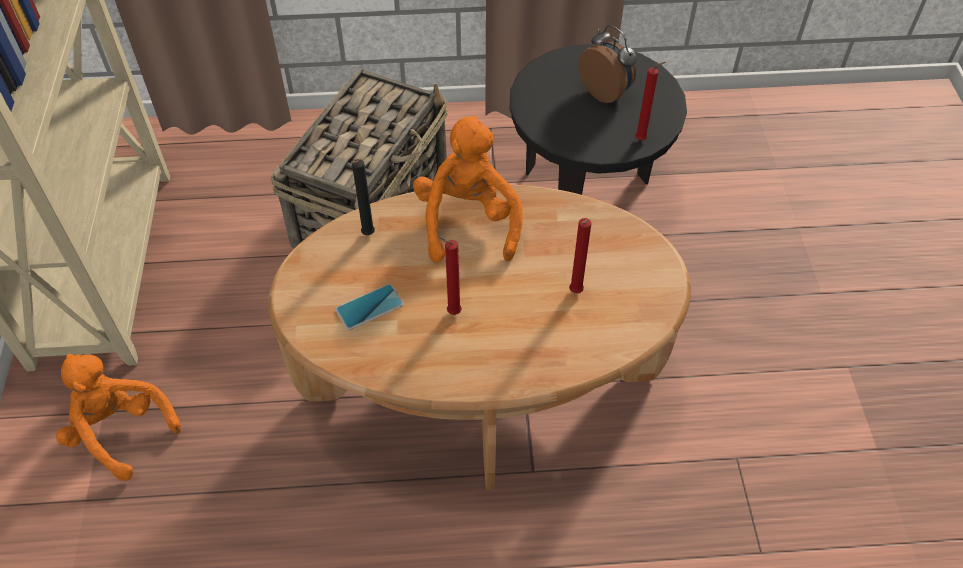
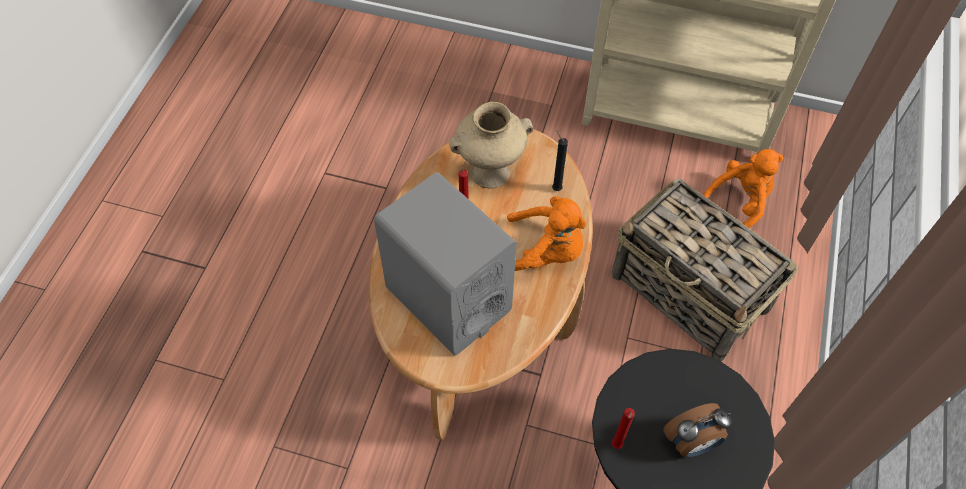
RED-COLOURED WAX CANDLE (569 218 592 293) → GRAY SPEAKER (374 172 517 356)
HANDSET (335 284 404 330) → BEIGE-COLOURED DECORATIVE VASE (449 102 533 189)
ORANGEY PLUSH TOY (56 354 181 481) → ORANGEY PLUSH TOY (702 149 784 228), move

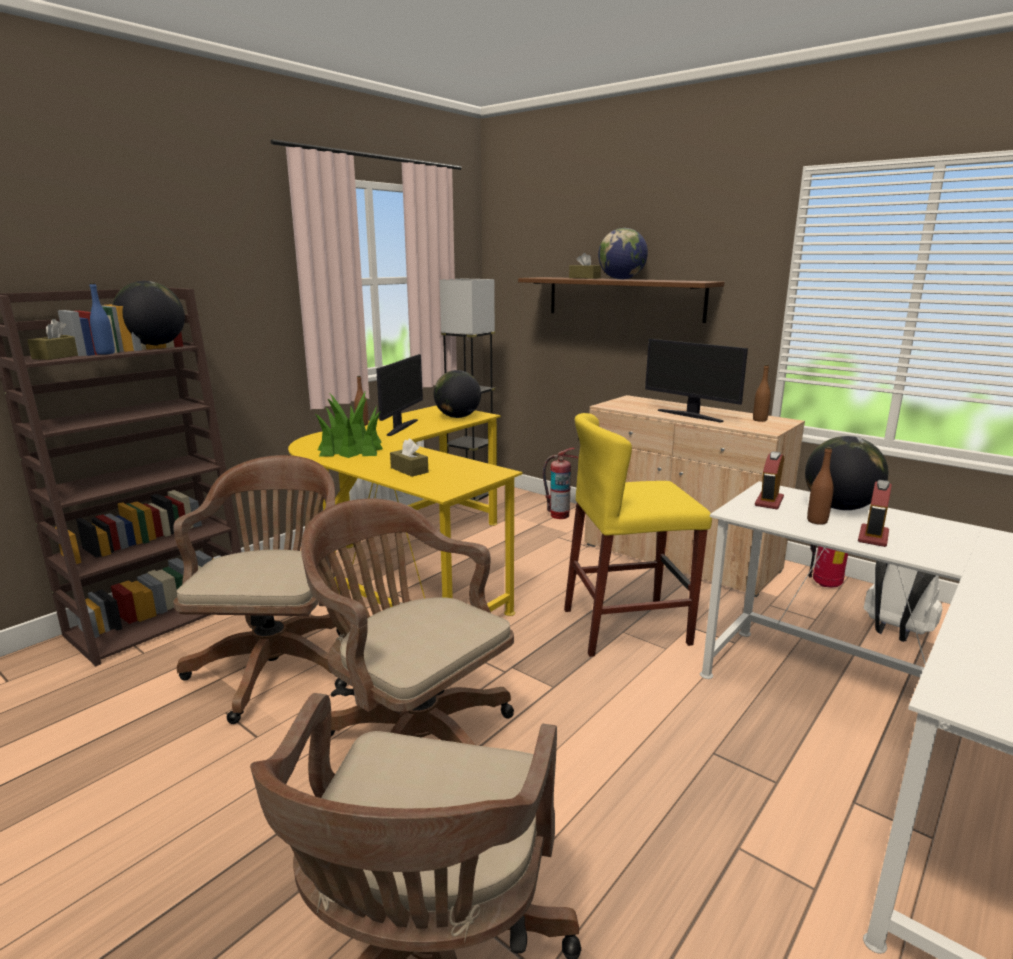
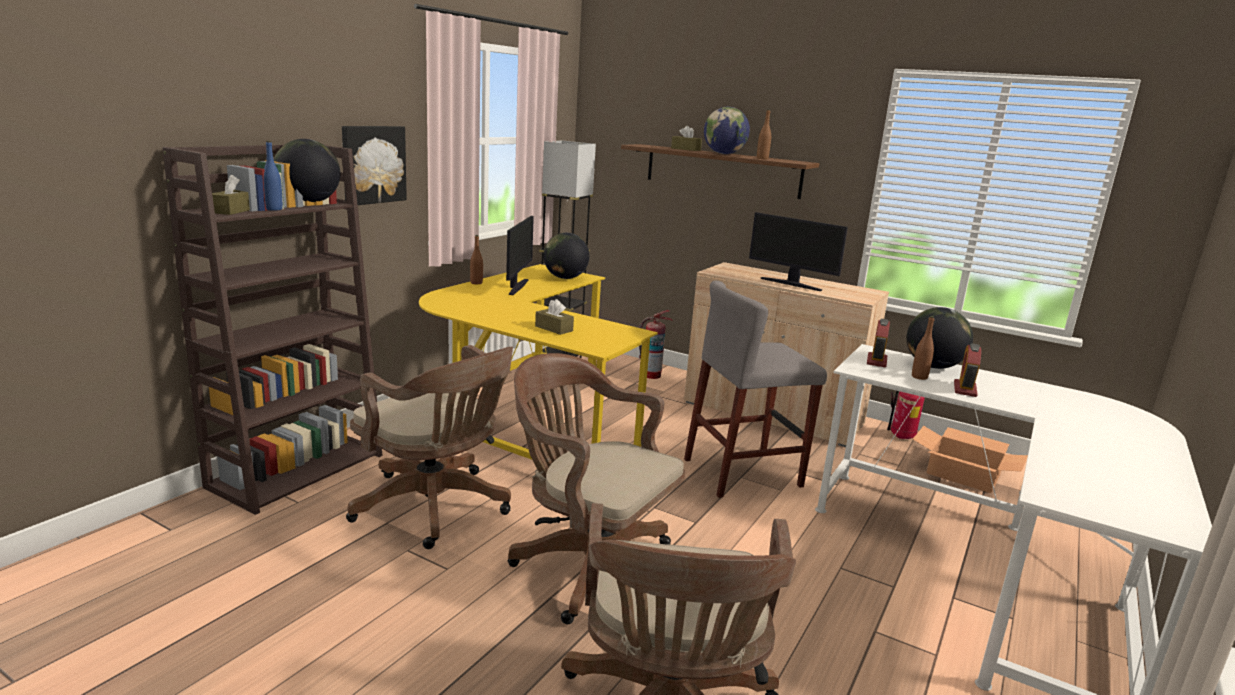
BROWN-COLOURED BEVERAGE BOTTLE (753 364 771 422) → BROWN-COLOURED BEVERAGE BOTTLE (757 110 771 159), move
HOUSEPLANT (314 390 383 458) → -
YELLOWISH STOOL SEAT (564 413 712 657) → GRAY STOOL SEAT (684 281 827 498)
BROWN-COLOURED OFFICE CHAIR (173 455 347 724) → BROWN-COLOURED OFFICE CHAIR (346 345 513 549), 135 degrees clockwise
WHITISH KNAPSACK (864 561 943 642) → CARTON (913 426 1028 493)
- → WALL ART (342 126 407 205)

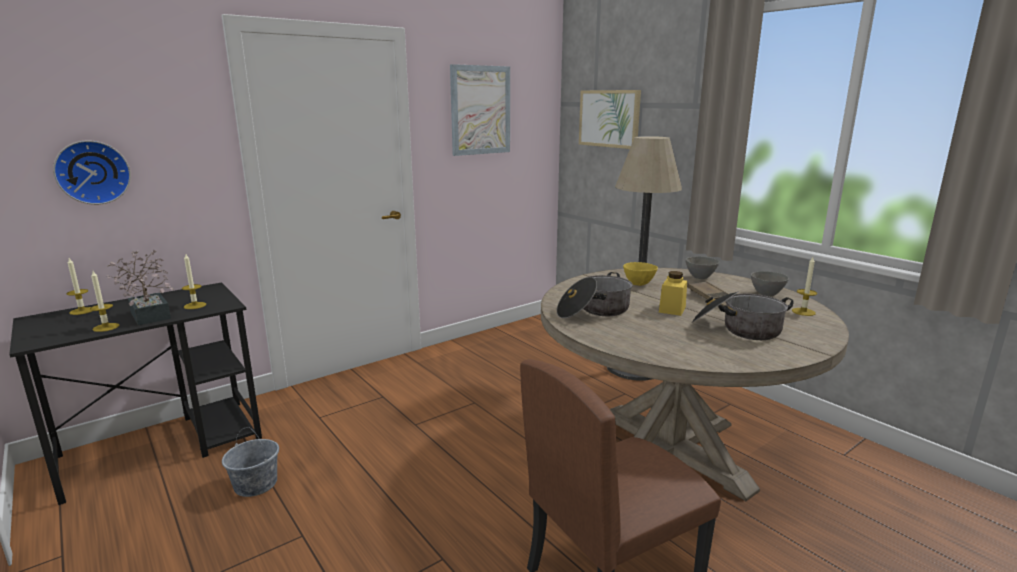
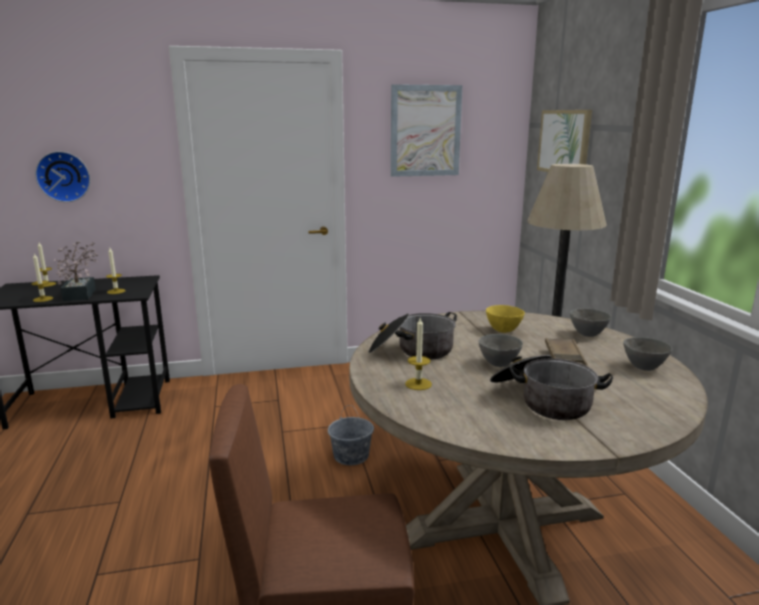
WAX CANDLE (792 257 817 316) → WAX CANDLE (405 318 432 390), move
YELLOWISH STORAGE JAR (659 271 687 316) → GRAY BOWL (479 334 523 367)
GRAY PAIL (222 427 279 497) → GRAY PAIL (328 405 374 465), move

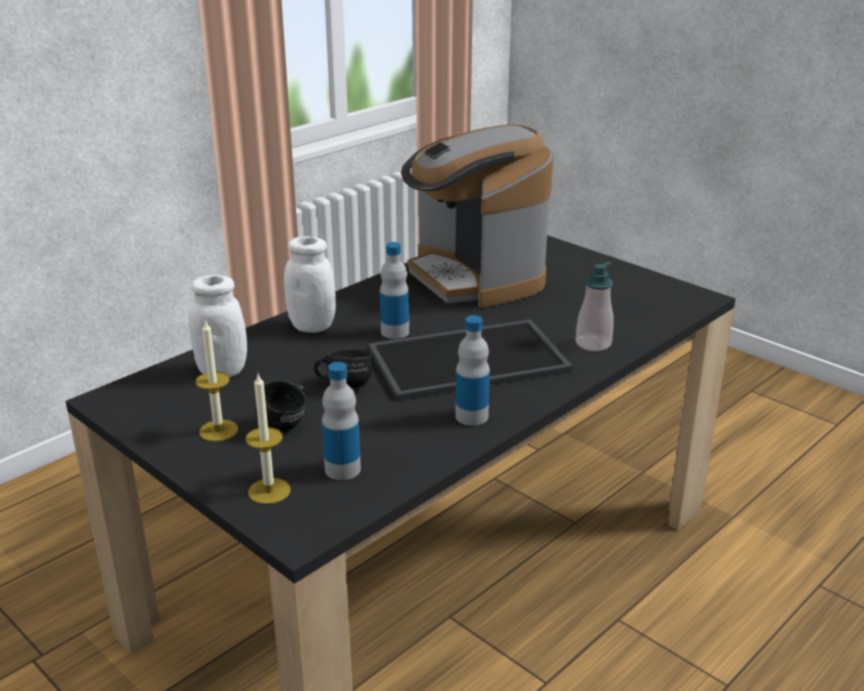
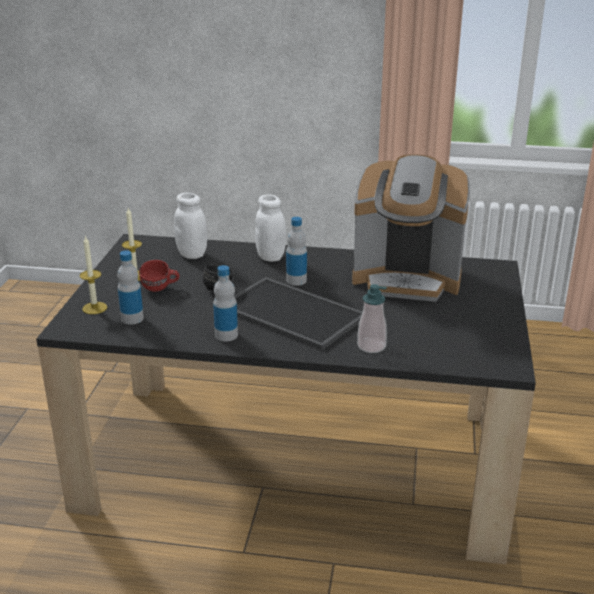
COFFEE BREWER (401 125 553 308) → COFFEE BREWER (352 154 470 302), 105 degrees counterclockwise
BLACKISH TEA MUG (255 380 307 432) → RED-COLOURED TEA MUG (139 260 179 292)

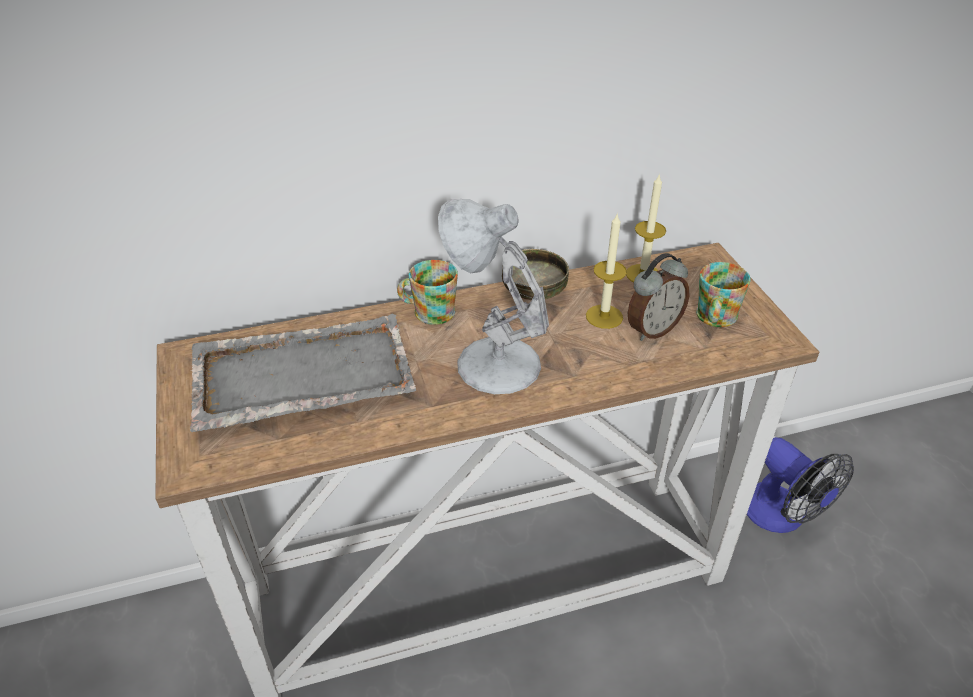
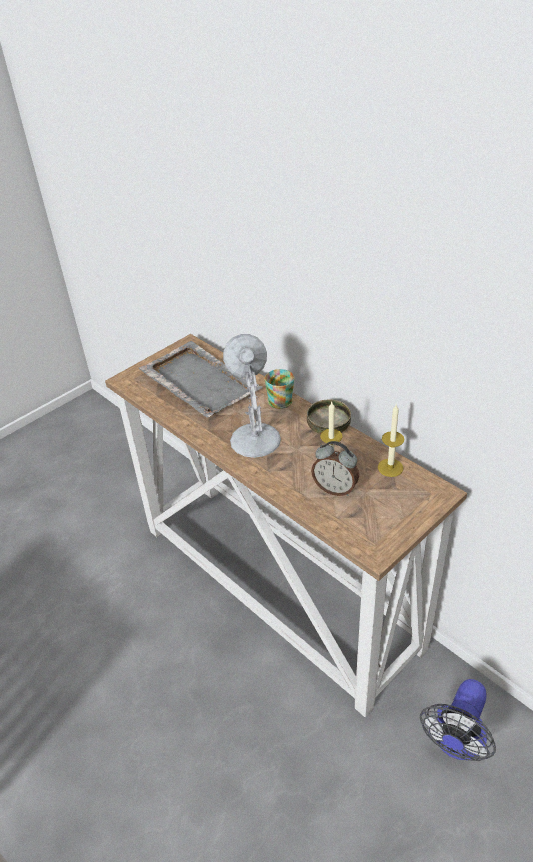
TEA MUG (696 262 751 327) → -

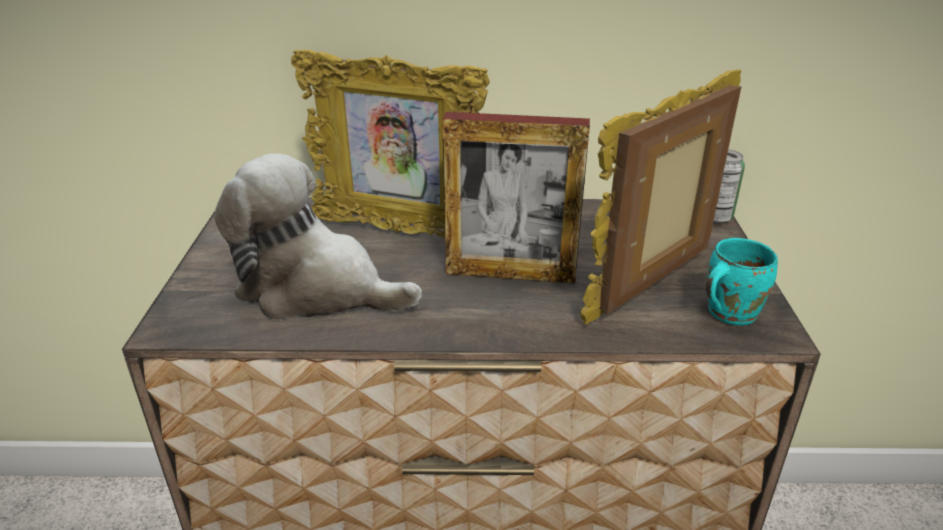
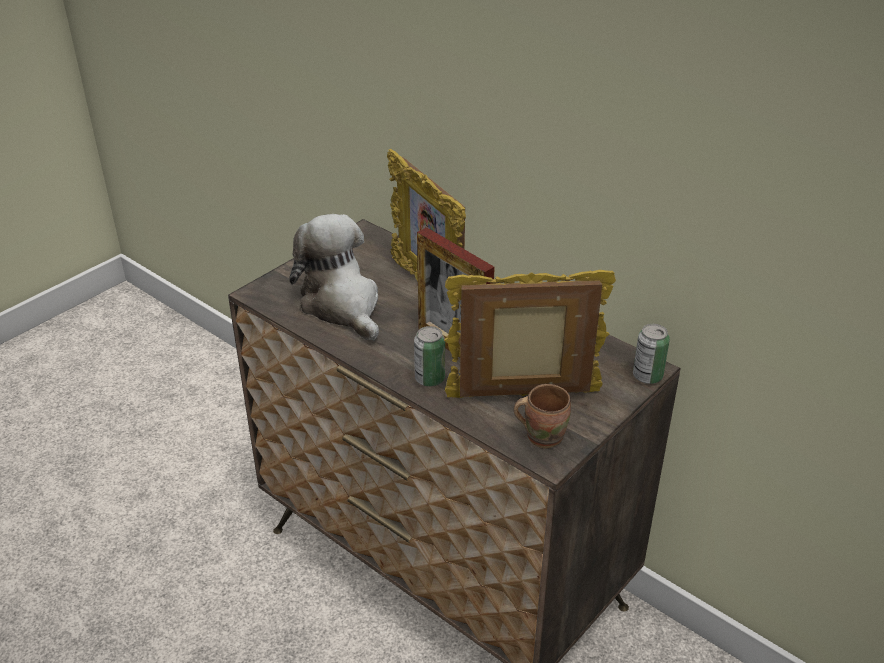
TURQUOISE-COLOURED TEA MUG (706 238 778 326) → BROWN-COLOURED TEA MUG (514 384 571 449)
- → CAN (414 326 445 387)

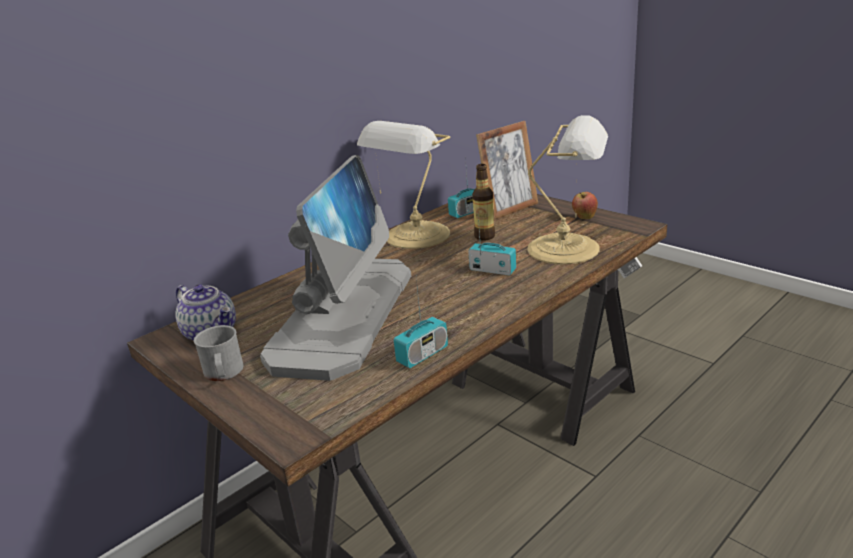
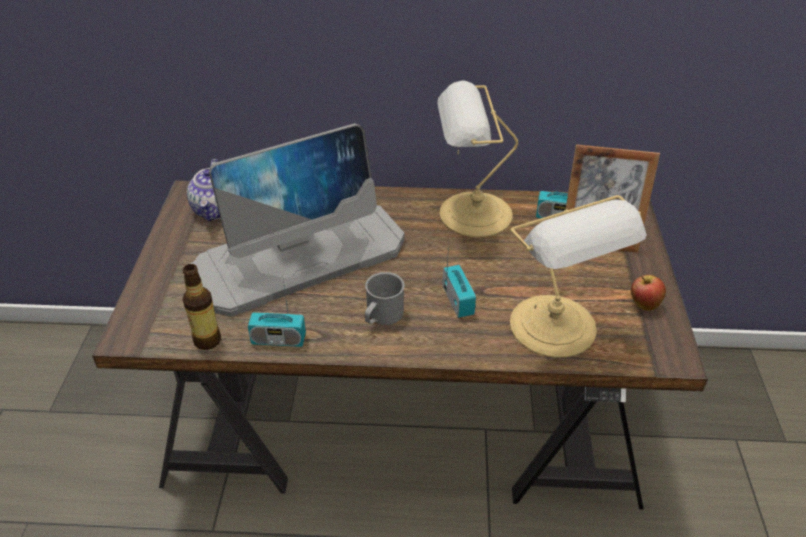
BEVERAGE BOTTLE (472 164 495 241) → BEVERAGE BOTTLE (183 264 221 350), move
GRAY TEA MUG (194 325 243 381) → GRAY TEA MUG (365 272 404 325), move

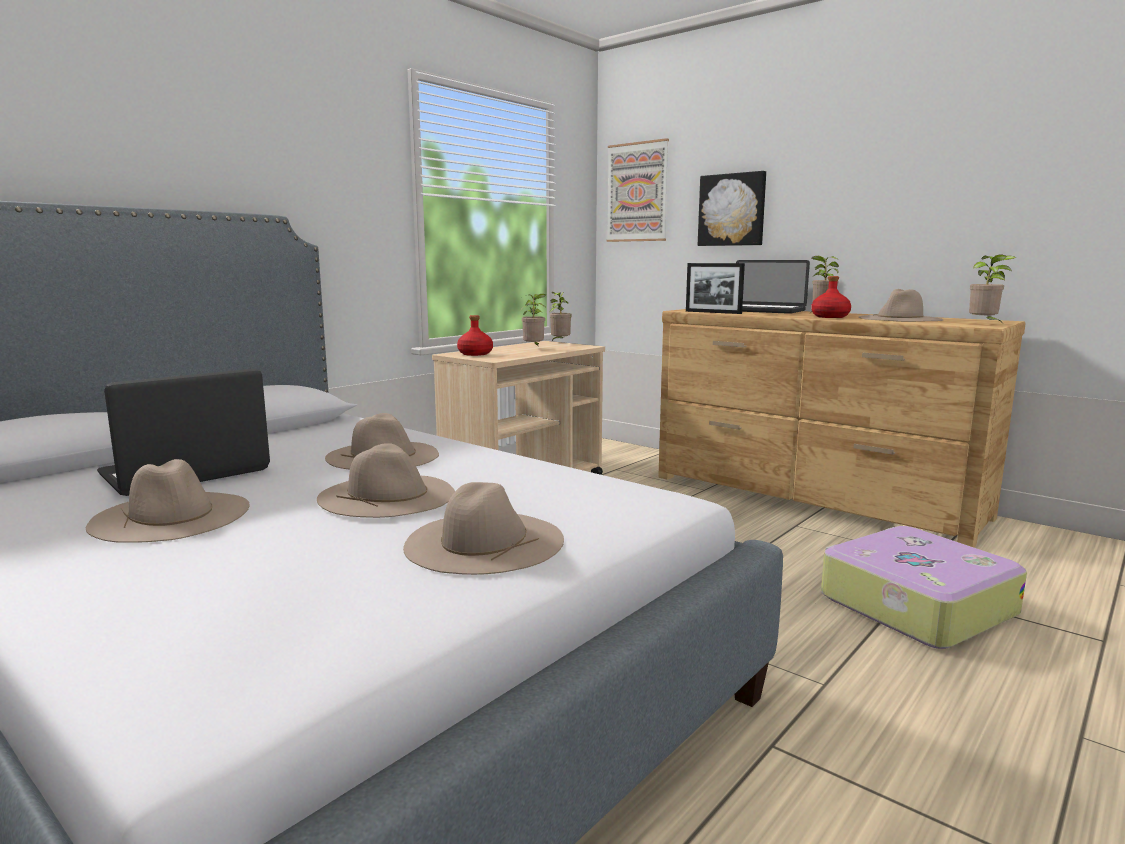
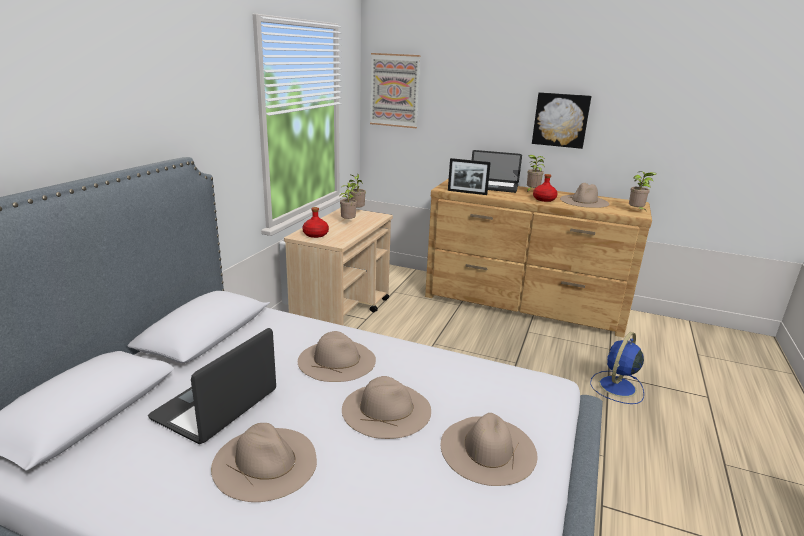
WALL ART (698 171 766 246) → WALL ART (532 92 592 149), move
SUITCASE (821 526 1027 649) → BLUE FAN (590 332 644 404)

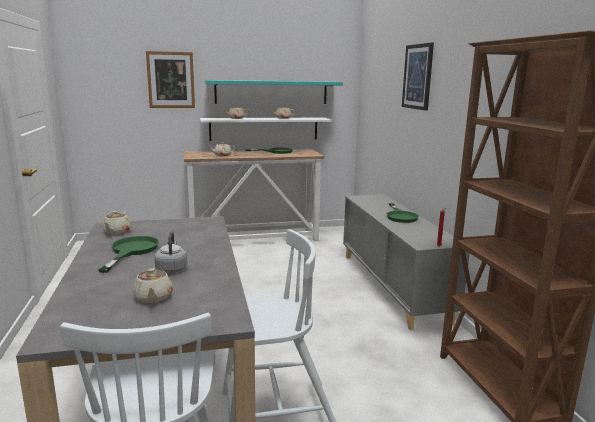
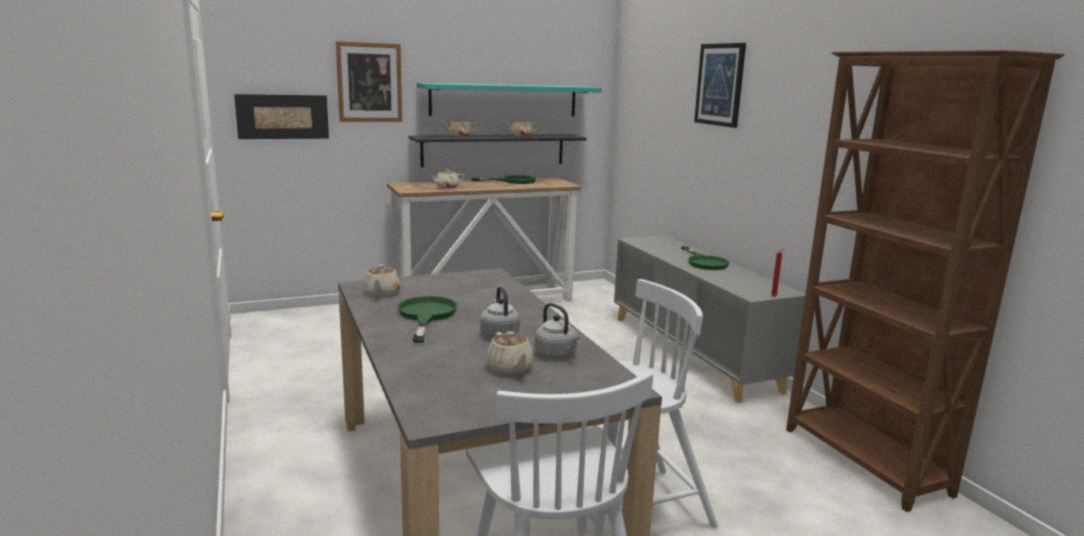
WHITISH SHELF (200 118 332 141) → BLACKISH SHELF (408 134 587 167)
- → WALL ART (234 94 329 139)
- → GRAY KETTLE (535 303 580 359)

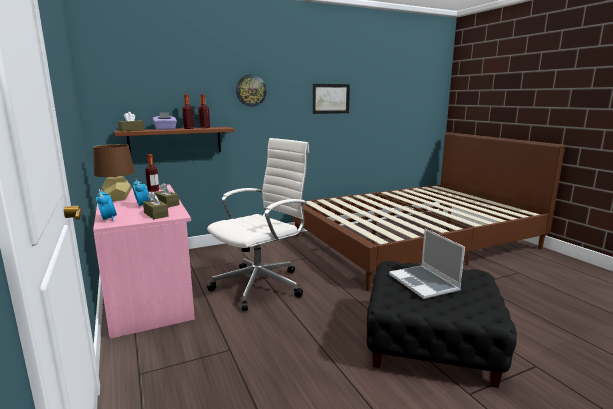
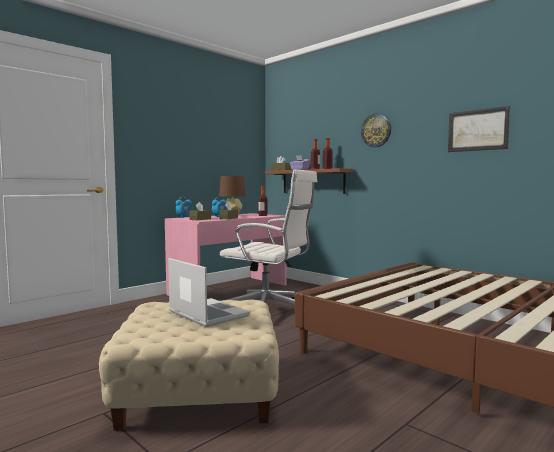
PORTABLE COMPUTER (389 229 465 299) → PORTABLE COMPUTER (168 258 250 327), 90 degrees clockwise
BLACKISH OTTOMAN (366 261 517 388) → BEIGE-COLOURED OTTOMAN (99 300 279 431)

